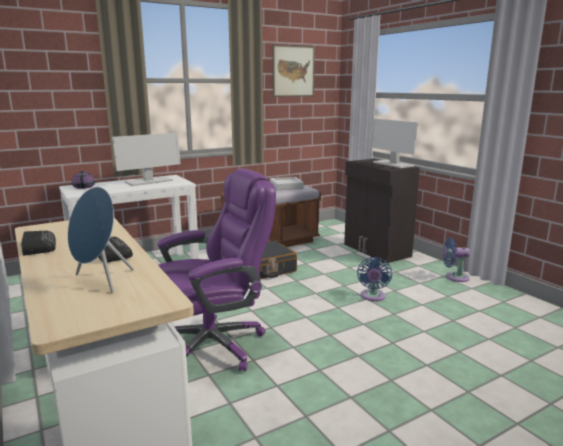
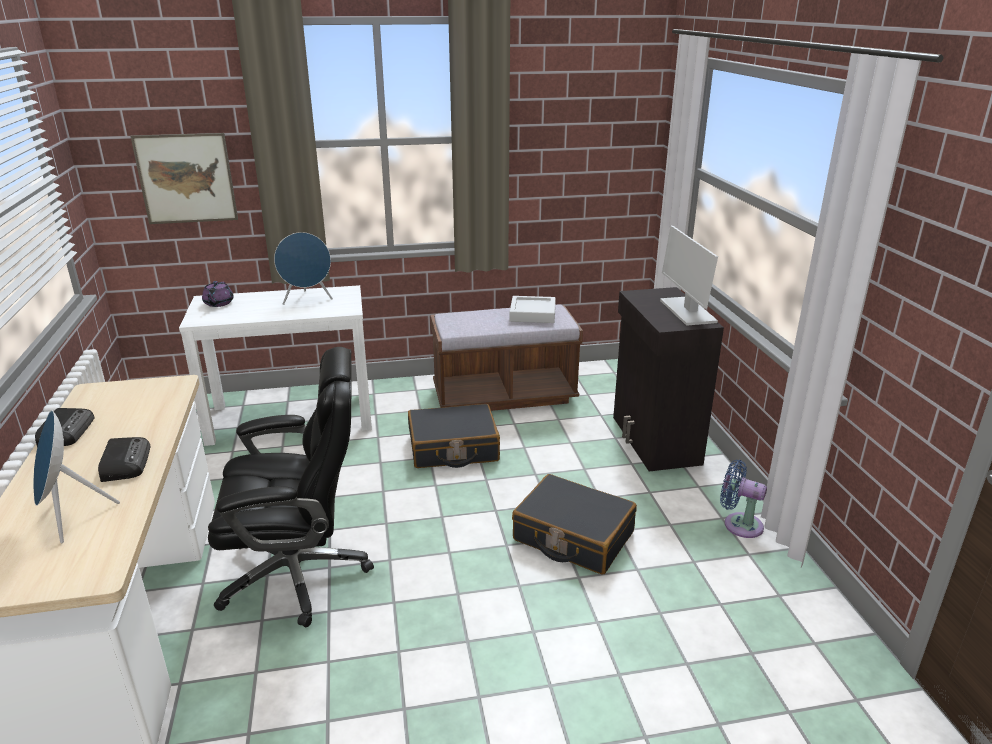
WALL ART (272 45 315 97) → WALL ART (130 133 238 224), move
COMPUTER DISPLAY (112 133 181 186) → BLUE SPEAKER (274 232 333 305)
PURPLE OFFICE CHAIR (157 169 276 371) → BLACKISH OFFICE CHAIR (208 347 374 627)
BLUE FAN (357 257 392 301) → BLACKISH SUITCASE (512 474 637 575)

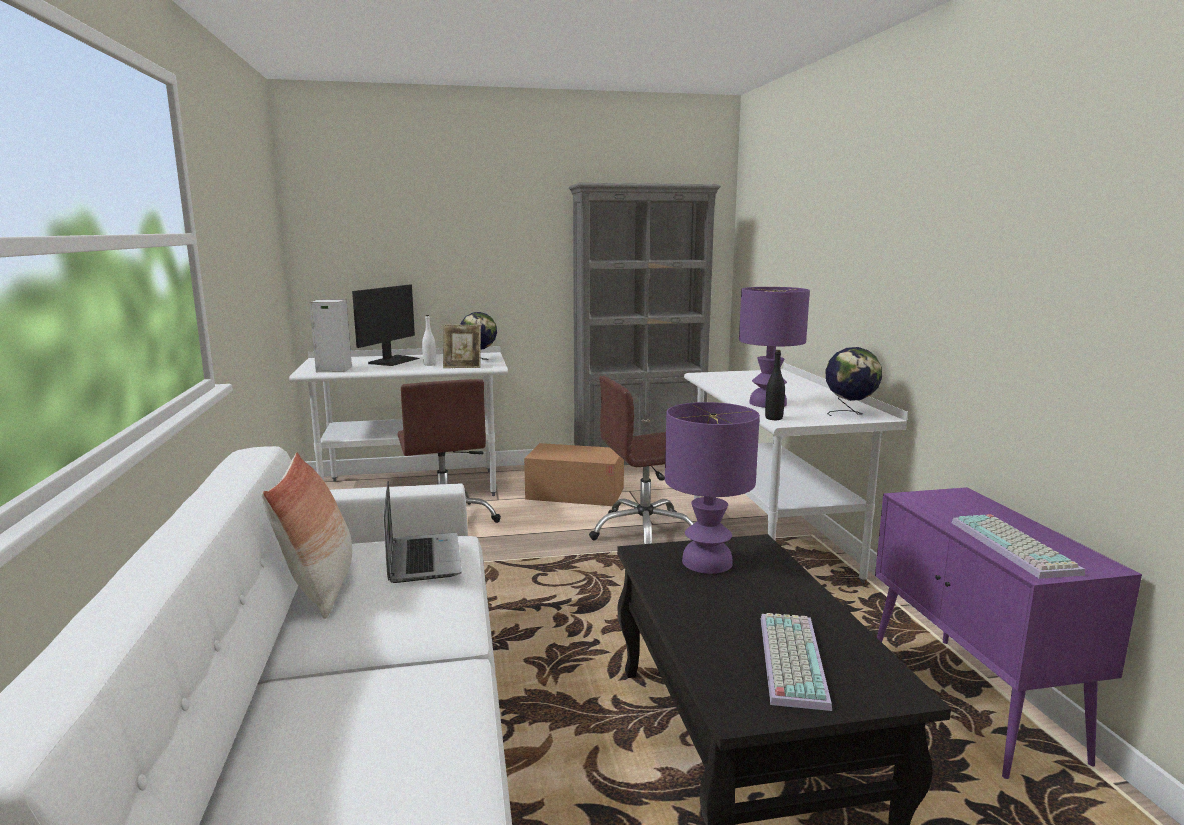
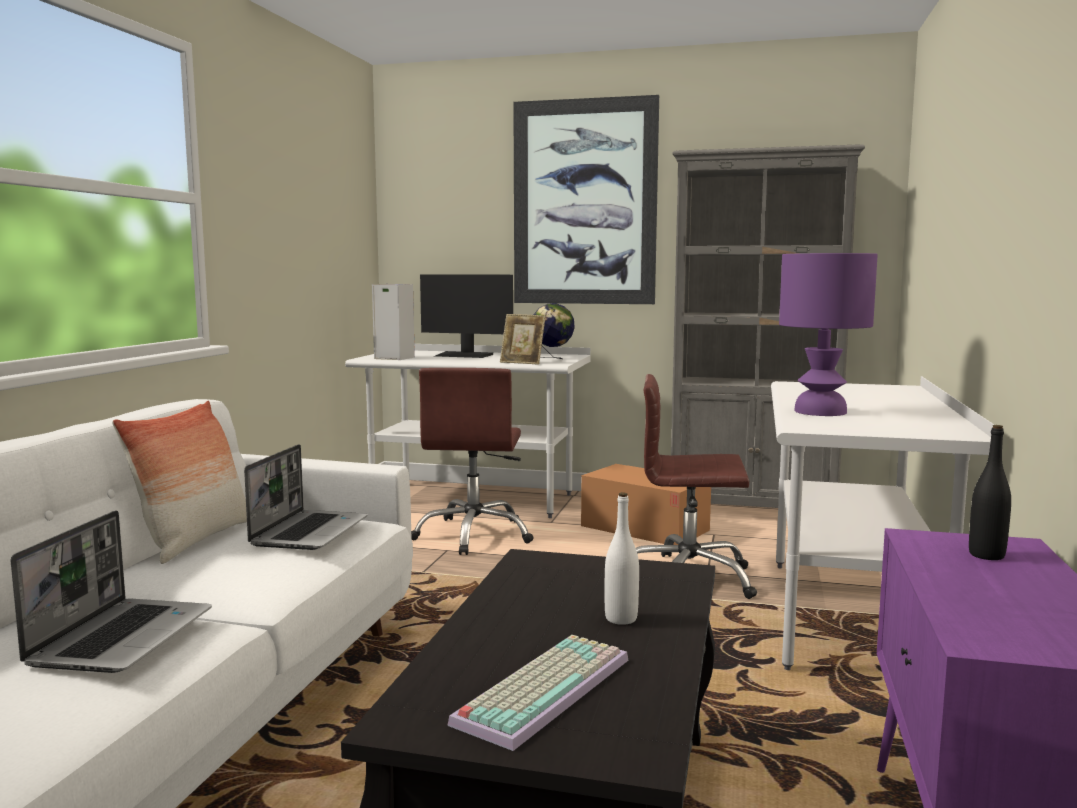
COMPUTER DISPLAY (352 285 420 366) → COMPUTER DISPLAY (420 274 513 358), 60 degrees clockwise
WHITISH BEVERAGE BOTTLE (422 315 436 366) → WHITISH BEVERAGE BOTTLE (605 492 639 625), move
WORLD GLOBE (825 347 882 416) → -
BLACKISH BEVERAGE BOTTLE (765 350 785 420) → BLACKISH BEVERAGE BOTTLE (969 425 1011 560), move
PURPLE TABLETOP LAMP (665 402 760 574) → -
COMPUTER KEYBOARD (952 514 1085 579) → -
- → WALL ART (513 95 659 304)
- → PORTABLE COMPUTER (11 510 212 673)

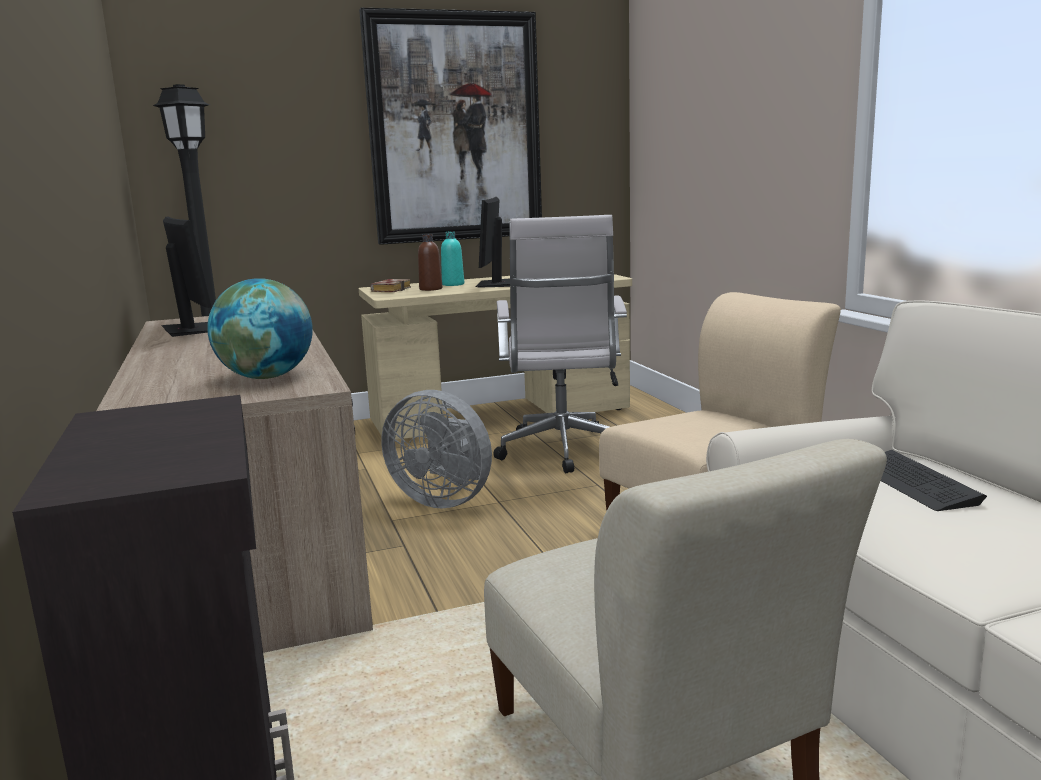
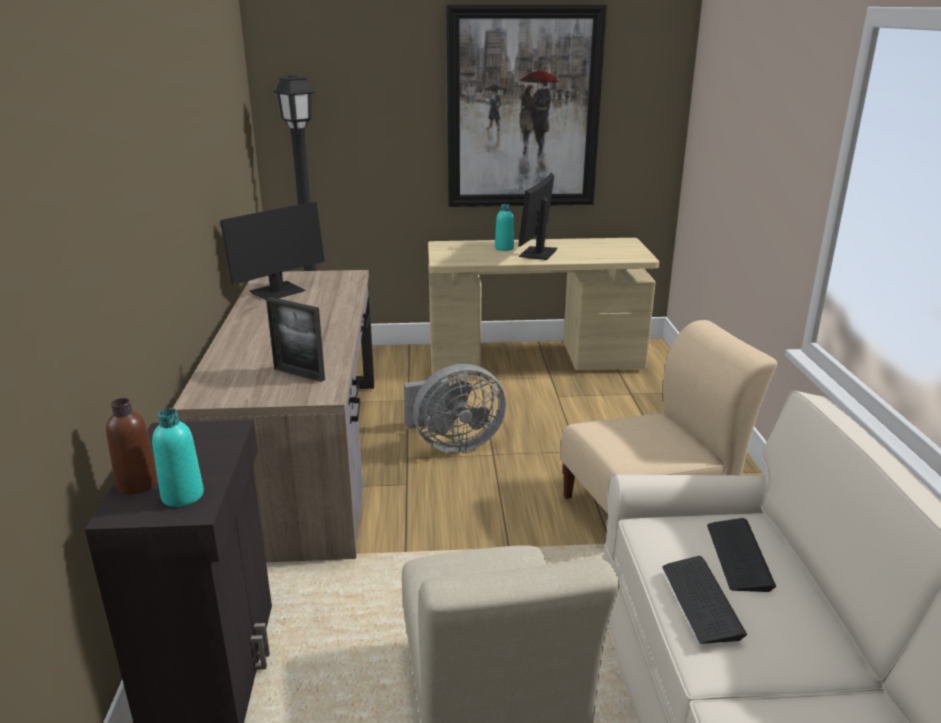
WHITISH OFFICE CHAIR (493 215 627 473) → -
COMPUTER DISPLAY (161 216 211 337) → COMPUTER DISPLAY (220 202 325 300), 60 degrees clockwise
BROWN-COLOURED BEVERAGE BOTTLE (418 234 442 291) → BROWN-COLOURED BEVERAGE BOTTLE (106 398 158 494), move
WORLD GLOBE (207 278 313 379) → PICTURE FRAME (266 297 325 382)
VOLUME (371 279 411 292) → -
GRAY FAN (381 390 492 509) → GRAY FAN (404 364 506 453), 60 degrees counterclockwise
- → TURQUOISE-COLOURED BEVERAGE BOTTLE (152 408 204 507)
- → COMPUTER KEYBOARD (662 556 747 644)

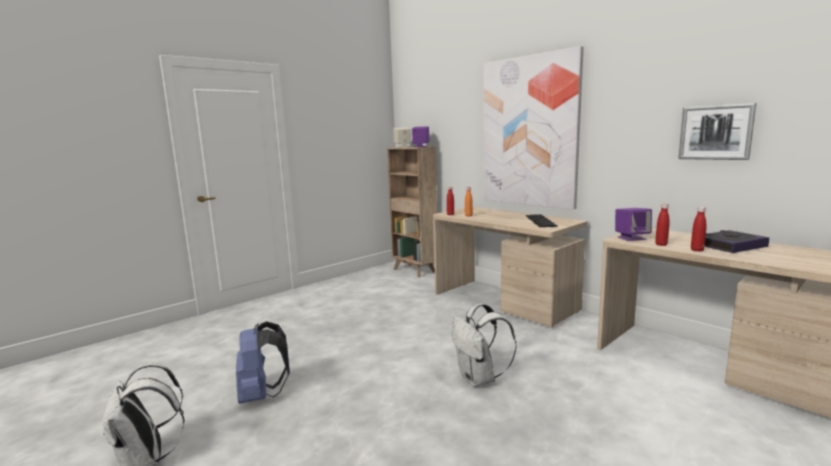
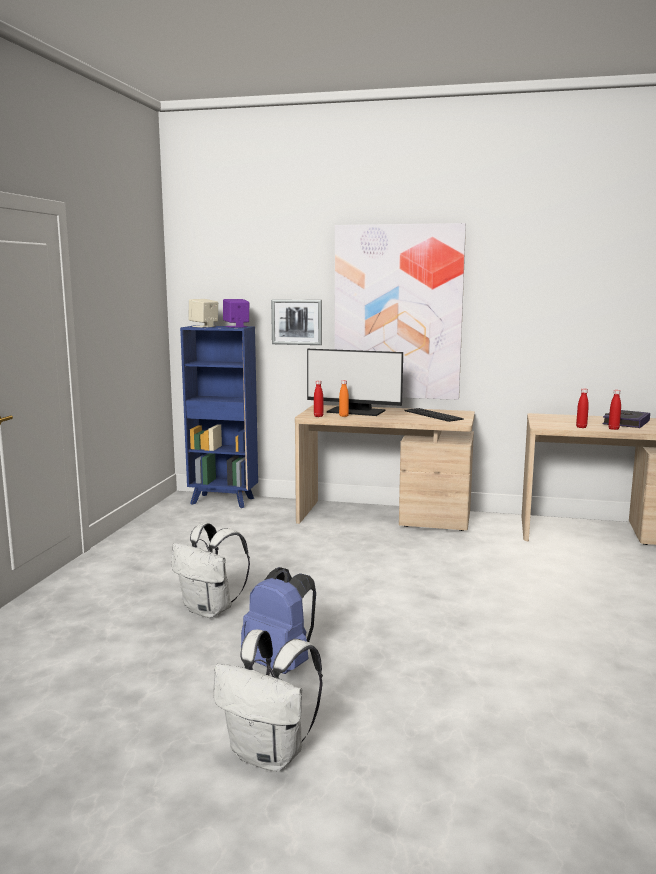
WALL ART (678 103 756 160) → WALL ART (271 299 322 345), move
BROWN-COLOURED BOOKSHELF (387 147 437 277) → BLUE BOOKSHELF (180 326 258 508)
PURPLE SPEAKER (615 208 652 241) → -
WHITISH KNAPSACK (452 303 517 387) → WHITISH KNAPSACK (172 523 250 618), move
- → COMPUTER DISPLAY (307 349 403 416)

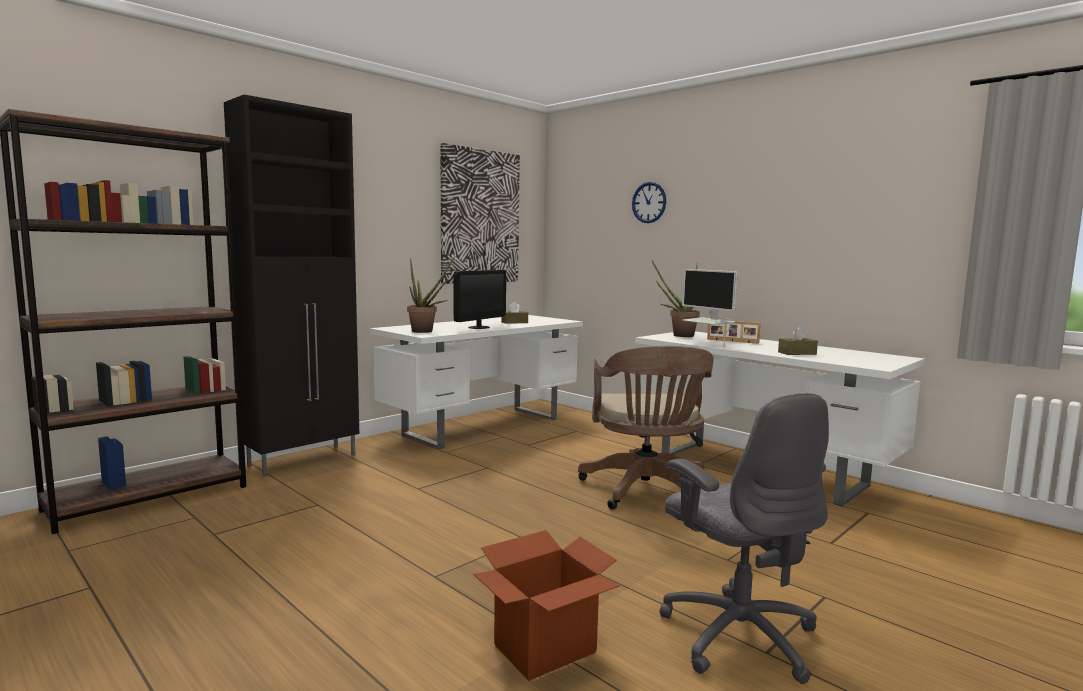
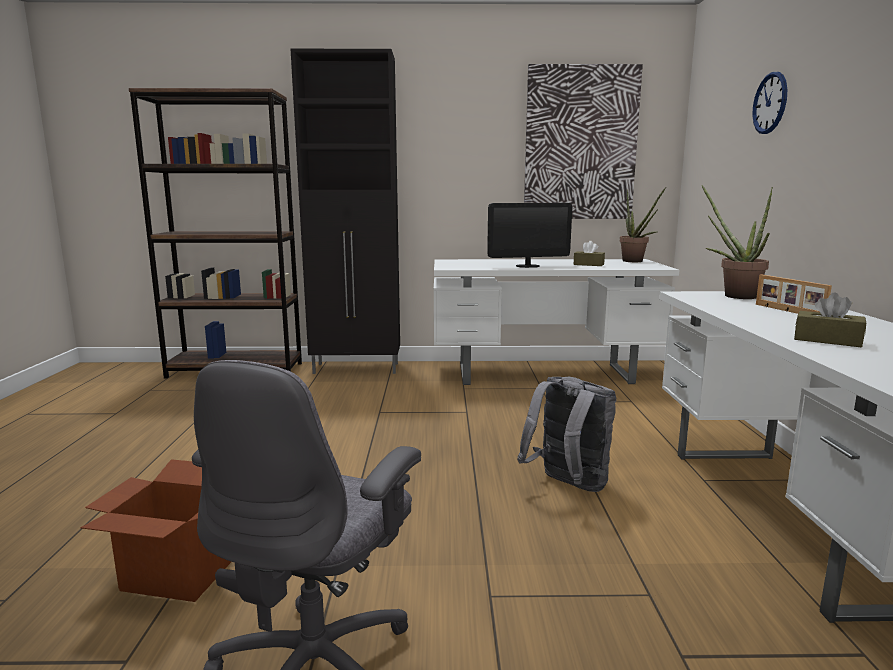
HOUSEPLANT (407 256 455 333) → HOUSEPLANT (620 187 666 262), move
COMPUTER DISPLAY (682 269 738 346) → -
BROWN-COLOURED OFFICE CHAIR (578 346 714 509) → GRAY KNAPSACK (517 377 617 492)

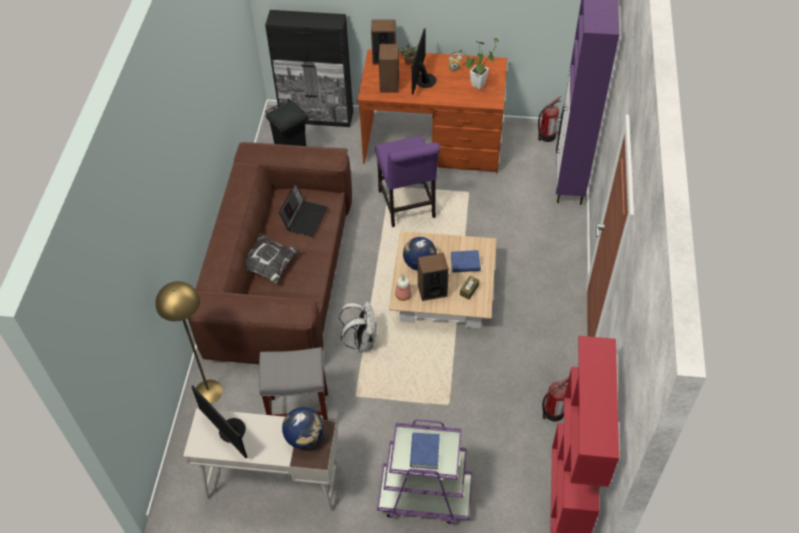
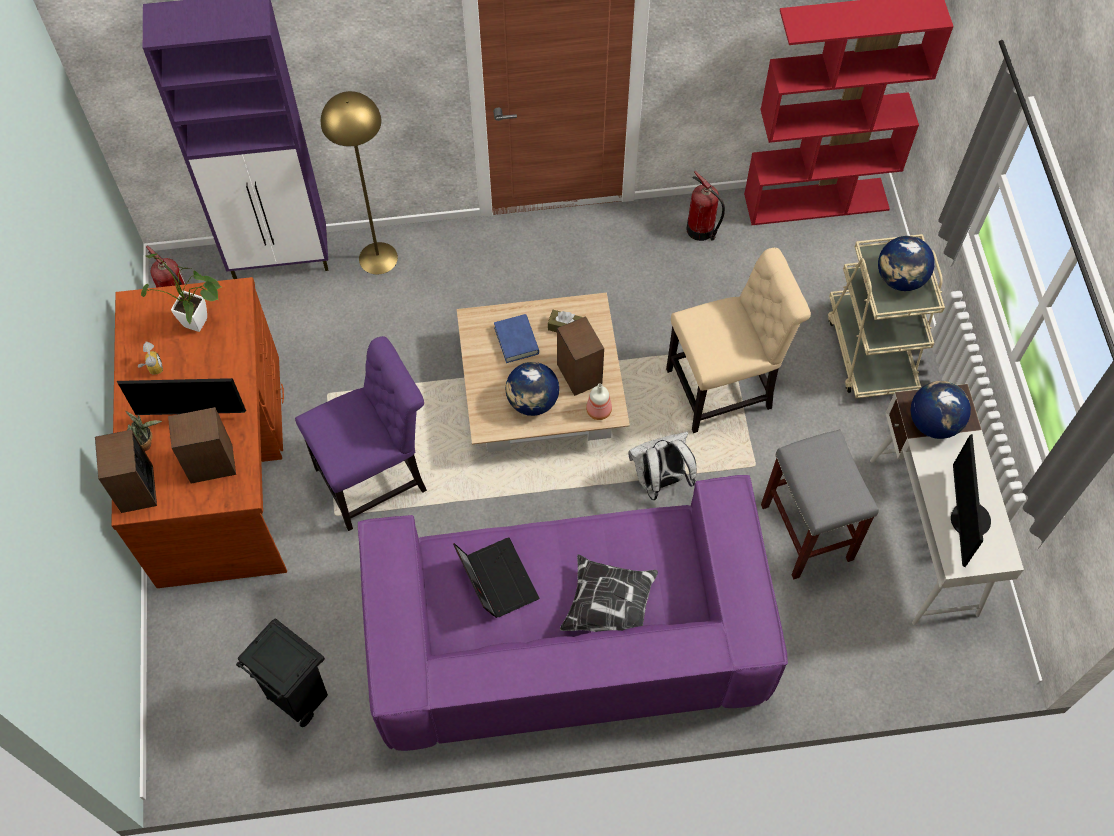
BLACKISH STORAGE CABINET (265 10 353 127) → -
BROWN-COLOURED COUCH (188 142 352 364) → PURPLE COUCH (358 475 788 751)
PORTABLE COMPUTER (279 183 328 237) → PORTABLE COMPUTER (453 538 539 618), 60 degrees clockwise
YELLOWISH FLOOR LAMP (155 281 223 404) → YELLOWISH FLOOR LAMP (321 91 398 275), move
COMPUTER DISPLAY (192 385 248 458) → COMPUTER DISPLAY (951 434 991 567), 150 degrees clockwise
PURPLE CART (377 419 473 524) → BEIGE-COLOURED CART (828 234 945 398)
BLUE VOLUME (410 433 440 469) → WORLD GLOBE (878 236 935 291)
- → BEIGE-COLOURED CHAIR (666 248 811 433)

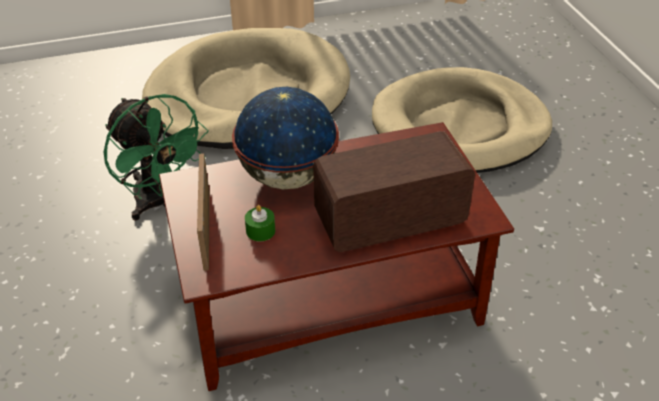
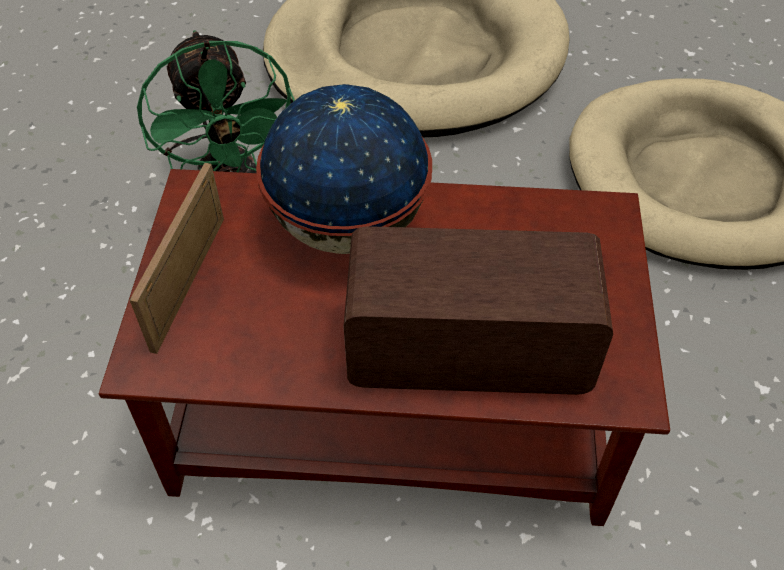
GREENISH WAX CANDLE (245 205 275 242) → -

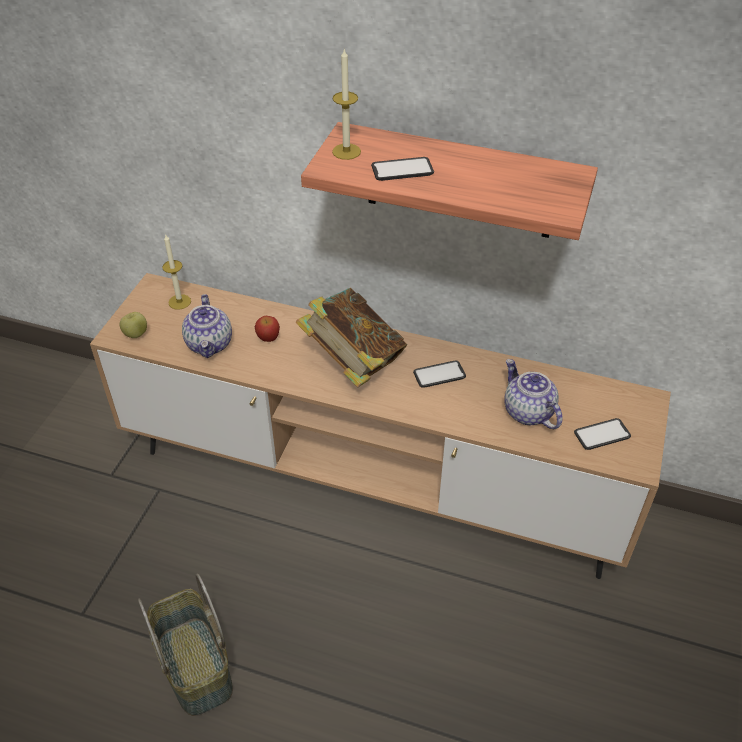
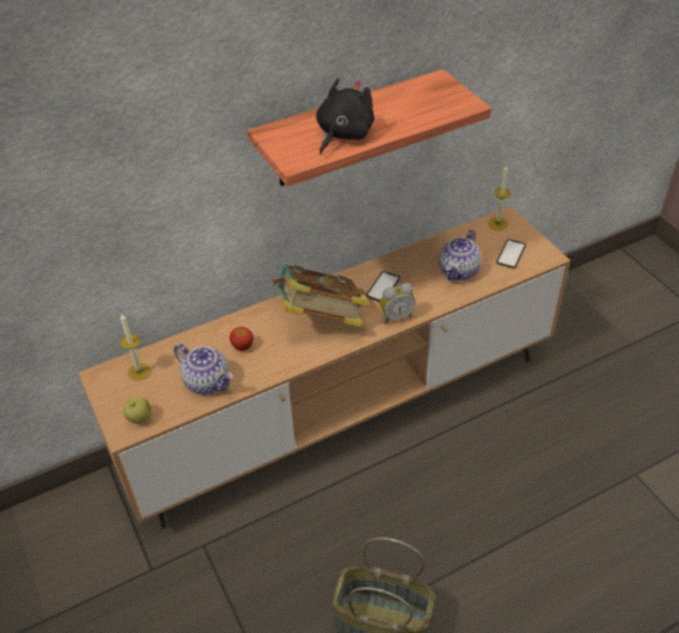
WAX CANDLE (332 49 361 160) → WAX CANDLE (488 166 511 230), move
HANDSET (371 157 434 181) → BLACKISH PLUSH TOY (316 78 374 155)
TEAPOT (504 359 562 429) → TEAPOT (439 229 481 280), 75 degrees counterclockwise
- → TABLE CLOCK (380 283 416 324)

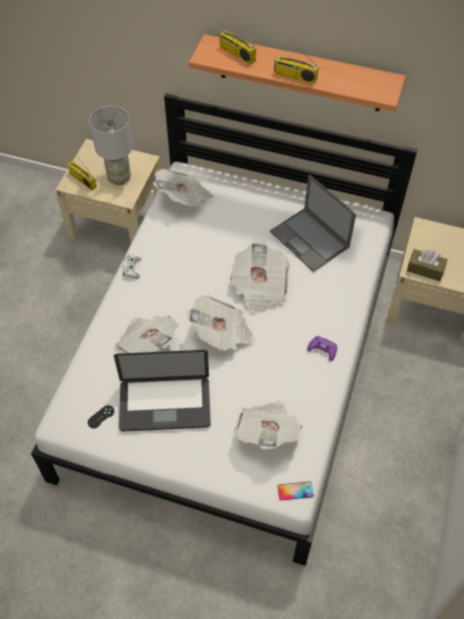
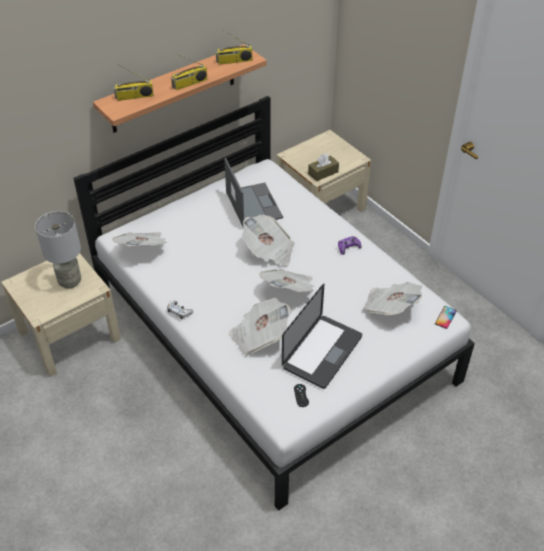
RADIO SET (68 149 97 190) → RADIO SET (216 31 252 65), move
PORTABLE COMPUTER (270 174 356 272) → PORTABLE COMPUTER (224 158 283 227), 105 degrees counterclockwise

